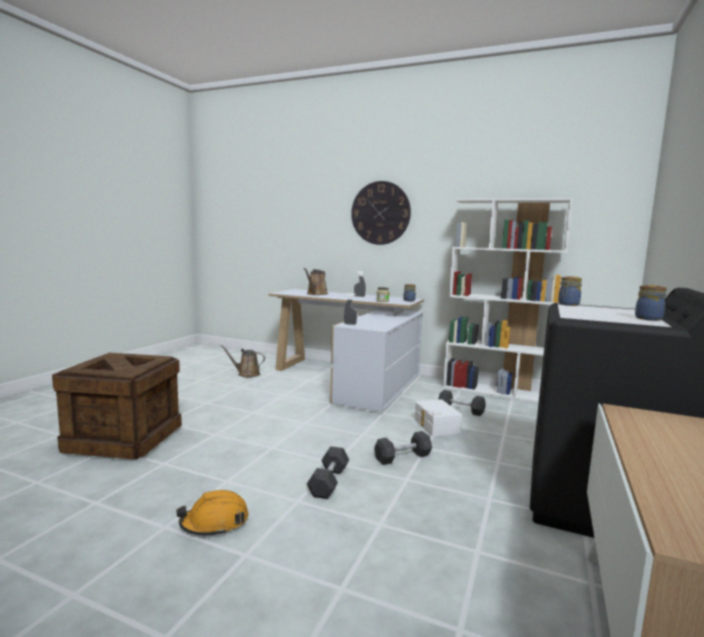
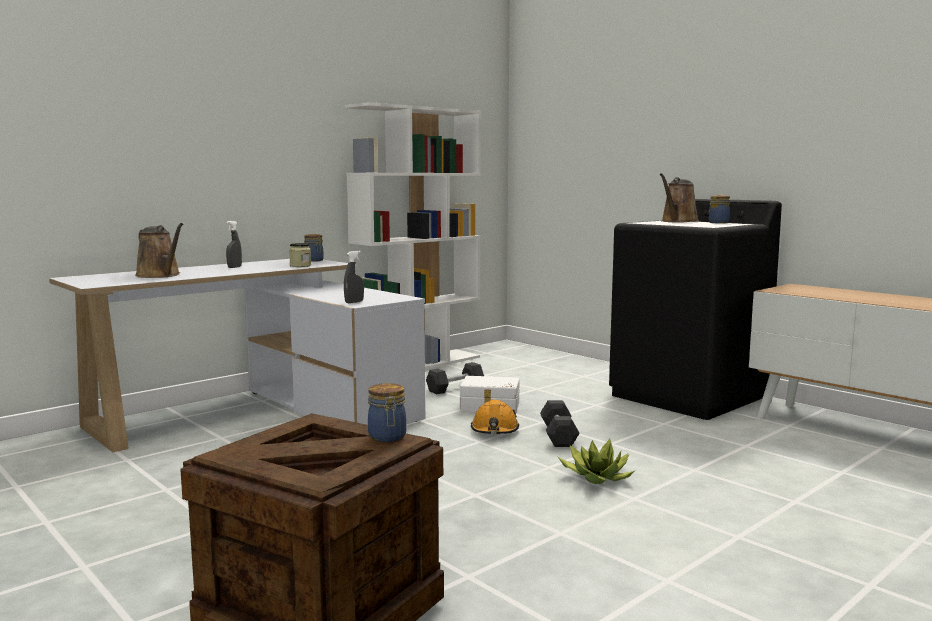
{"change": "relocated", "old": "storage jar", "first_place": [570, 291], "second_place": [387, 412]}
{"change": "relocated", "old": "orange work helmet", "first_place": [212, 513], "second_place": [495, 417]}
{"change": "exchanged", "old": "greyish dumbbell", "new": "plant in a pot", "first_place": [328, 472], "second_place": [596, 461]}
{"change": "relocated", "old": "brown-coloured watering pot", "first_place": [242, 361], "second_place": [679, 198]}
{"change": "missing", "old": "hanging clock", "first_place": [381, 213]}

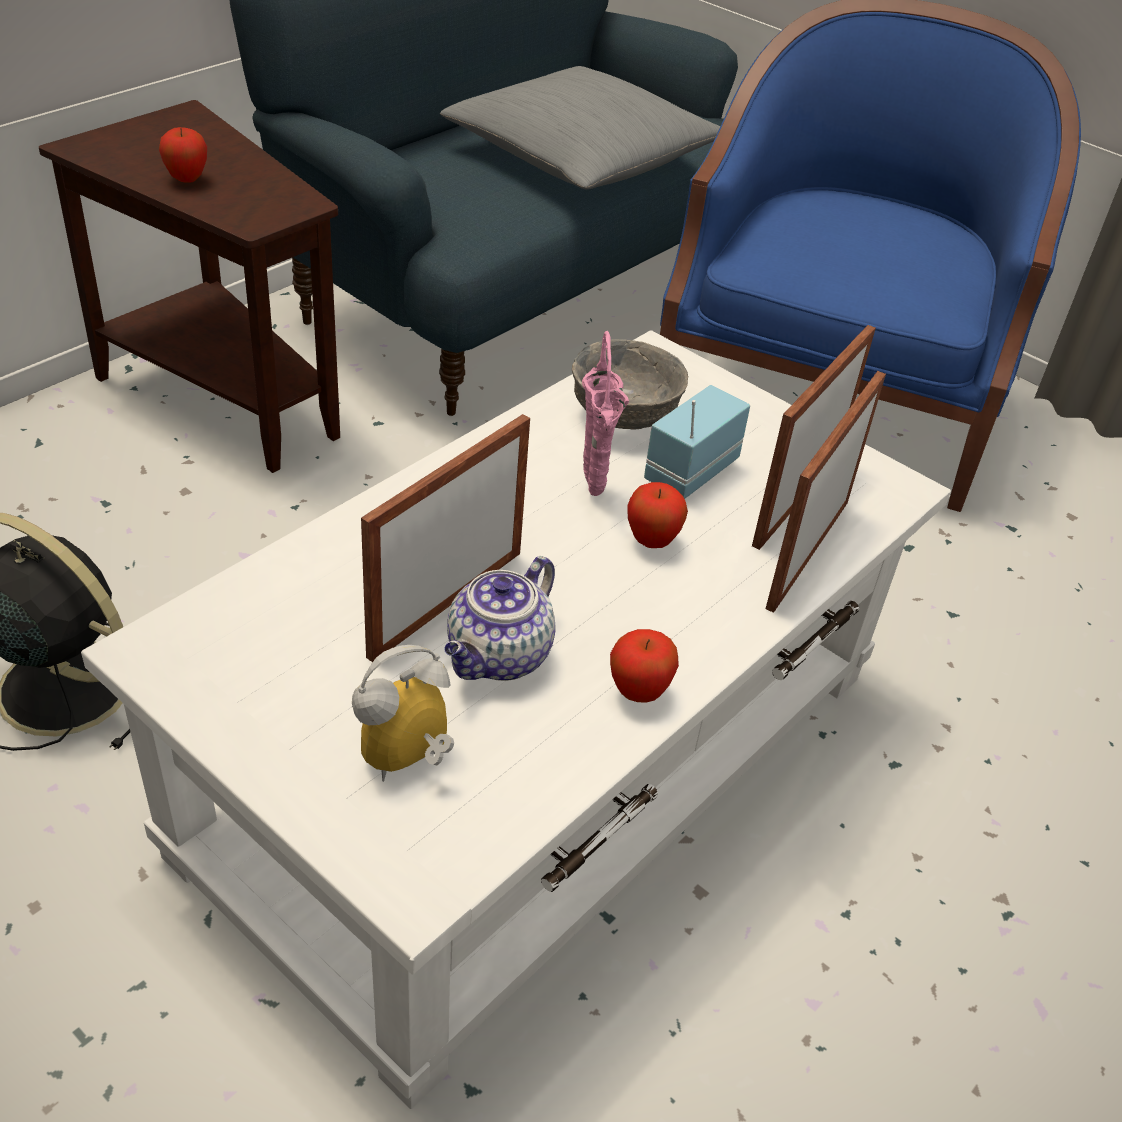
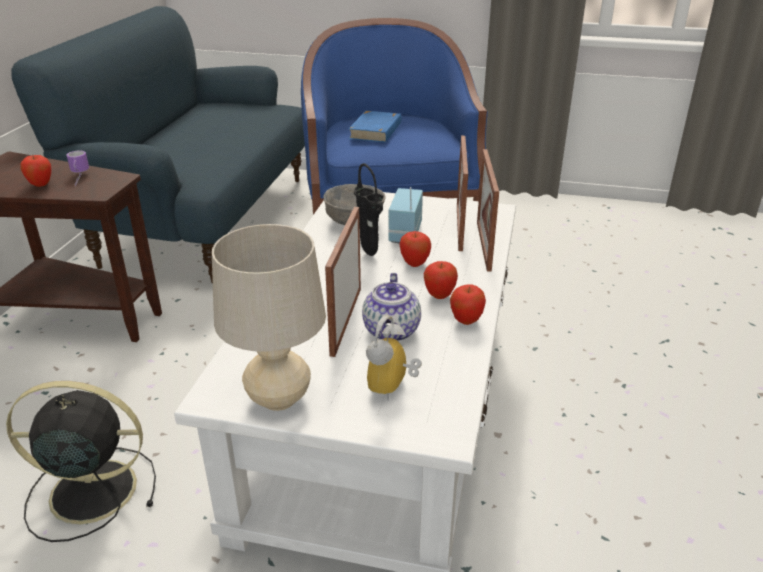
{"change": "appeared", "new": "coffee mug", "second_place": [78, 168]}
{"change": "appeared", "new": "beige lamp for a table", "second_place": [269, 317]}
{"change": "appeared", "new": "blue-coloured volume", "second_place": [374, 127]}
{"change": "colour", "old": "pink-coloured vase", "new": "black-coloured vase", "first_place": [605, 413], "second_place": [369, 209]}
{"change": "appeared", "new": "whole apple", "second_place": [441, 280]}
{"change": "missing", "old": "greyish cushion", "first_place": [580, 127]}

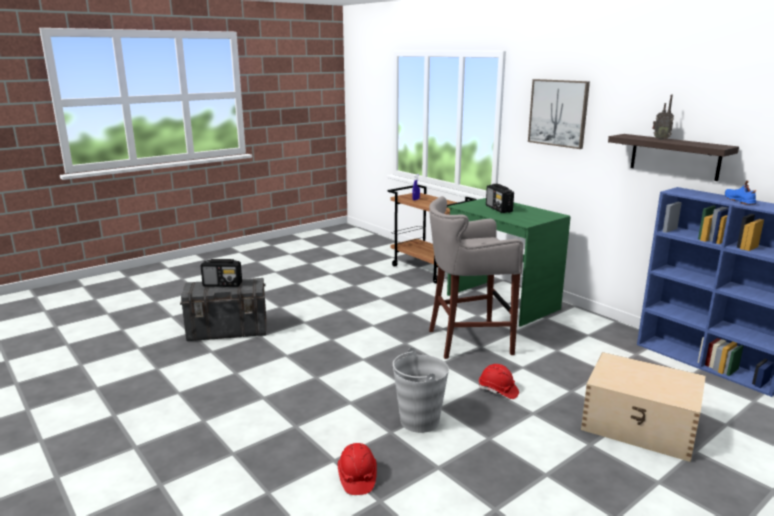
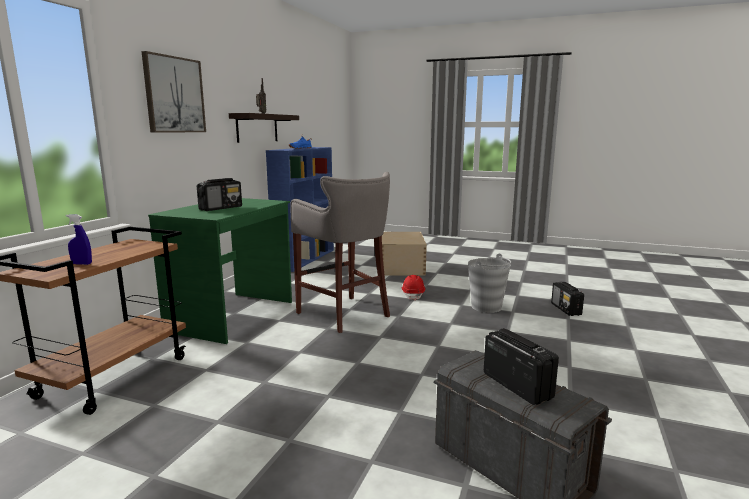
{"change": "exchanged", "old": "reddish work helmet", "new": "radio", "first_place": [357, 469], "second_place": [567, 299]}

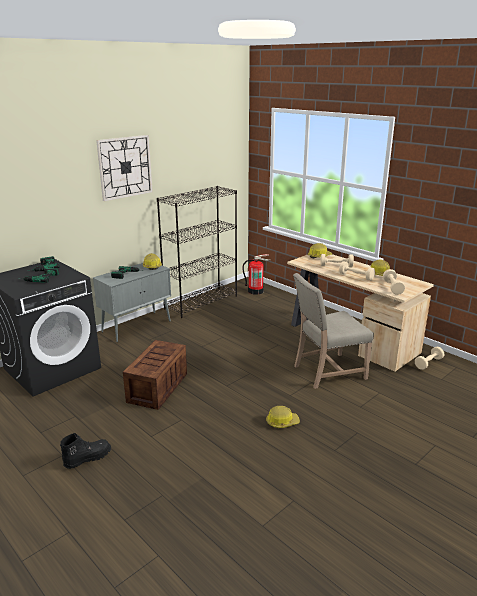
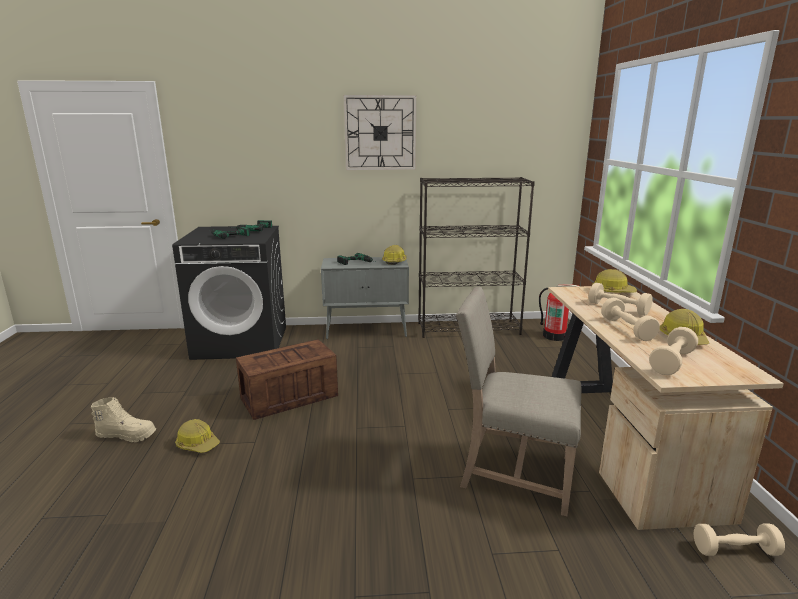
{"change": "colour", "old": "black-coloured tall boot", "new": "beige tall boot", "first_place": [85, 451], "second_place": [123, 419]}
{"change": "relocated", "old": "work helmet", "first_place": [283, 417], "second_place": [197, 436]}

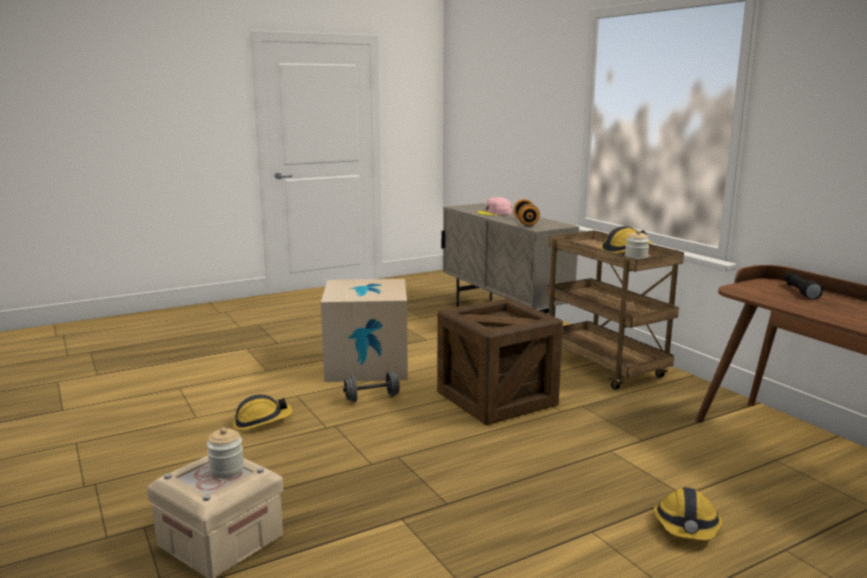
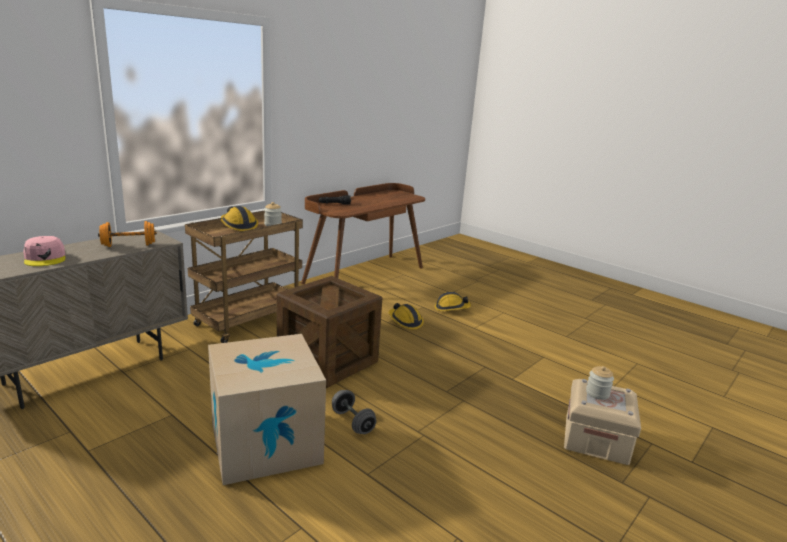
{"change": "relocated", "old": "work helmet", "first_place": [263, 412], "second_place": [406, 316]}

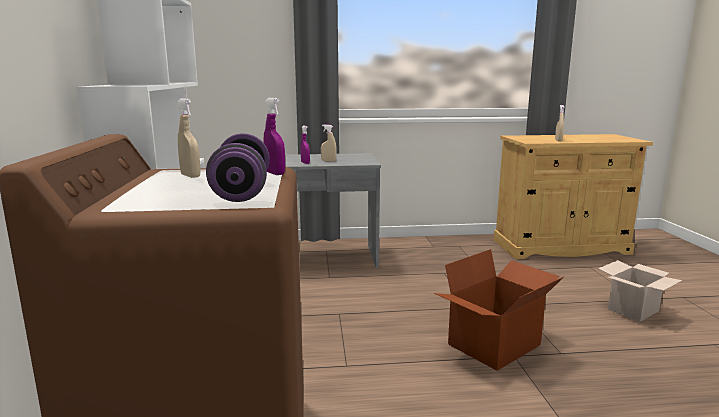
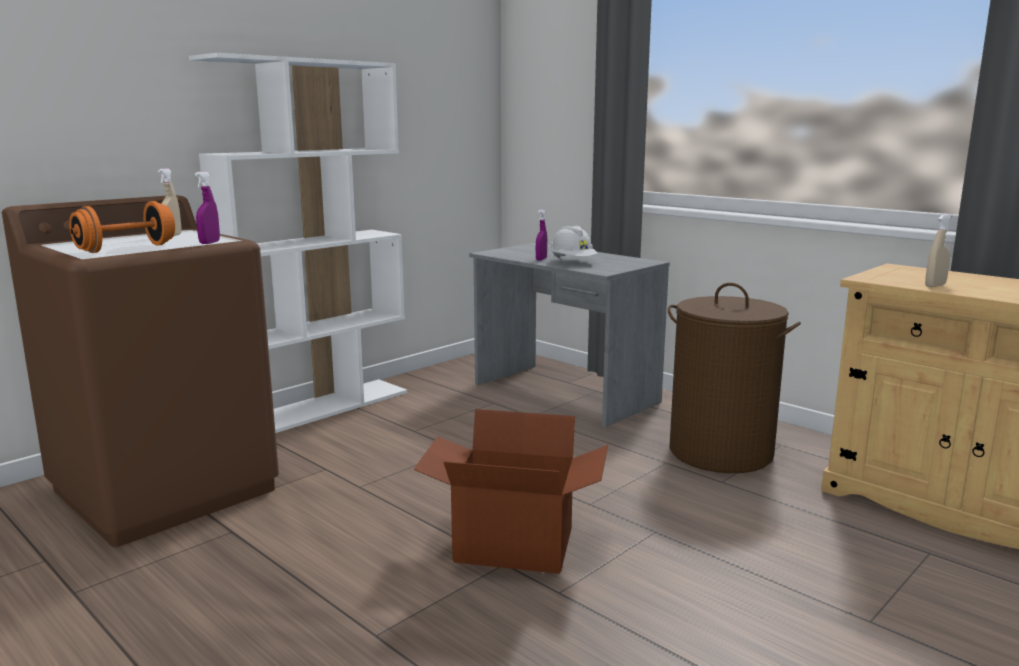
{"change": "colour", "old": "purplish dumbbell", "new": "orange dumbbell", "first_place": [238, 167], "second_place": [122, 227]}
{"change": "exchanged", "old": "beige hand sprayer", "new": "whitish work helmet", "first_place": [329, 143], "second_place": [573, 242]}
{"change": "appeared", "new": "brown-coloured hamper", "second_place": [734, 378]}
{"change": "missing", "old": "cardboard box", "first_place": [640, 291]}

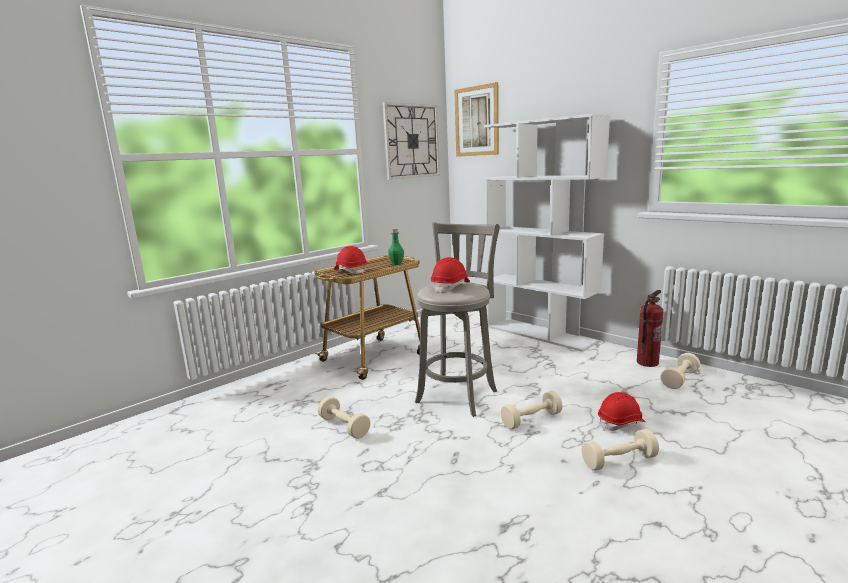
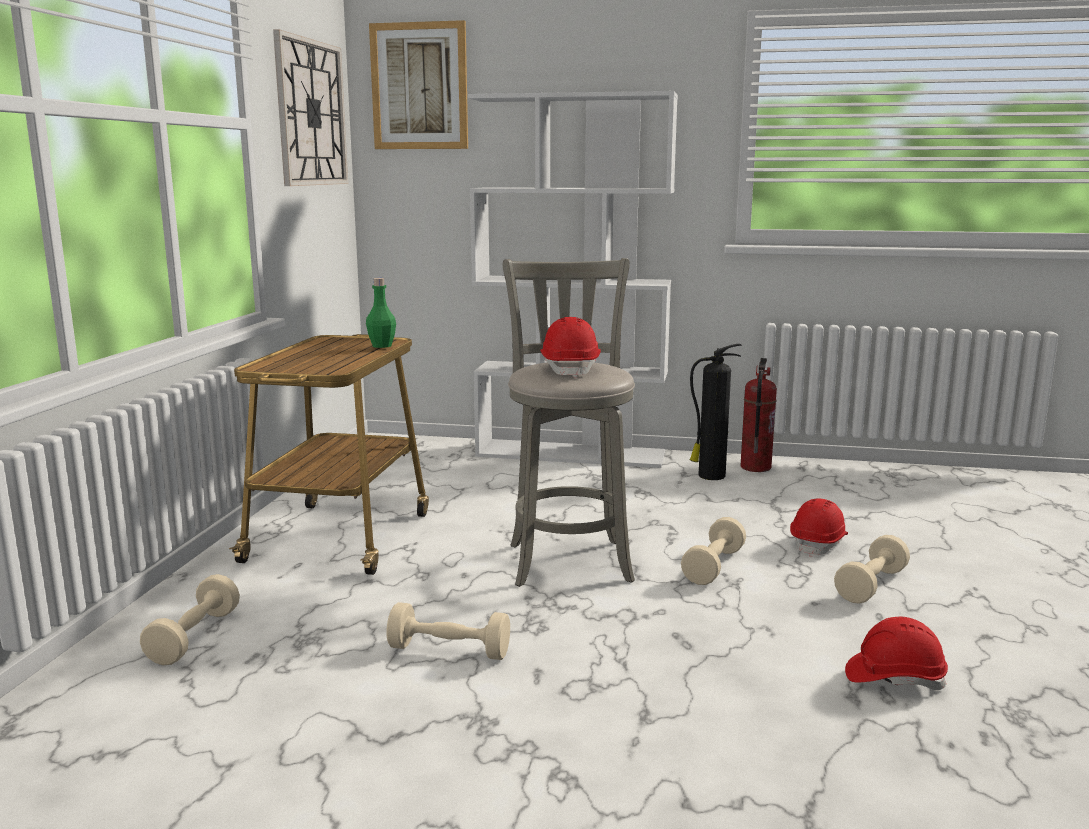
{"change": "relocated", "old": "beige dumbbell", "first_place": [680, 371], "second_place": [190, 619]}
{"change": "appeared", "new": "fire-fighting cylinder", "second_place": [716, 412]}
{"change": "relocated", "old": "reddish work helmet", "first_place": [350, 260], "second_place": [896, 653]}

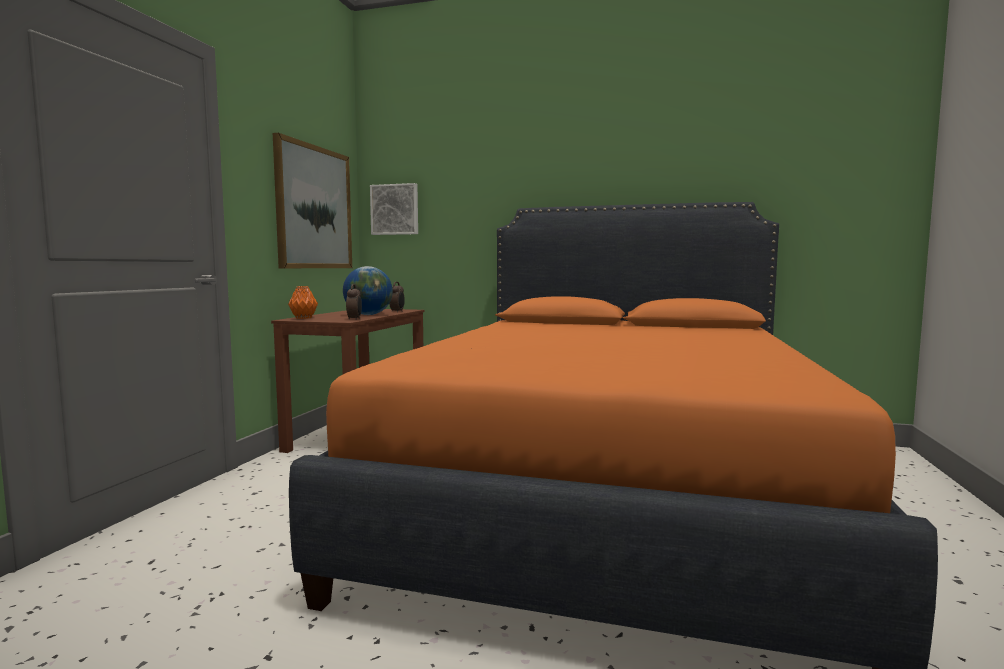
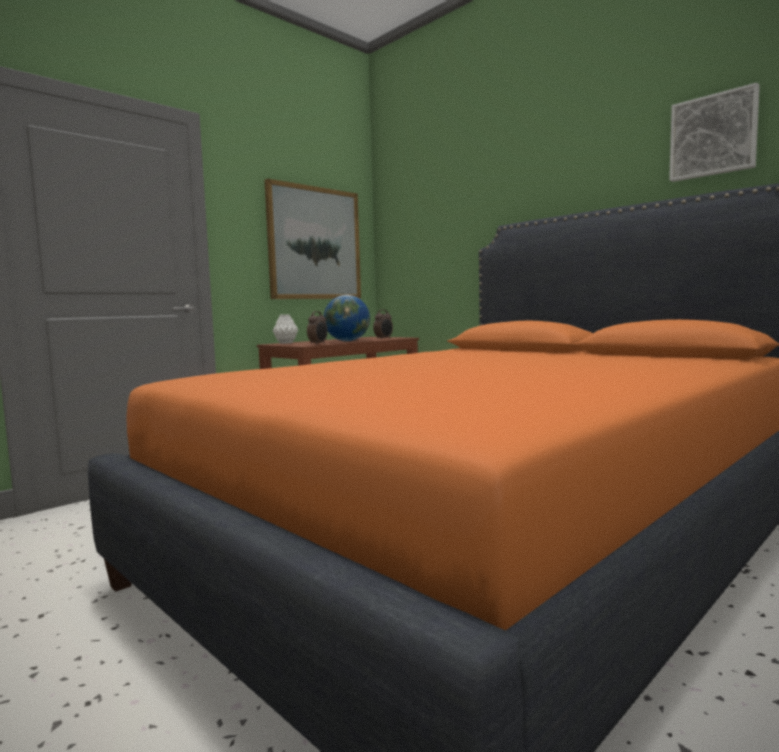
{"change": "colour", "old": "orange vase", "new": "whitish vase", "first_place": [303, 302], "second_place": [285, 329]}
{"change": "relocated", "old": "wall art", "first_place": [394, 209], "second_place": [714, 132]}

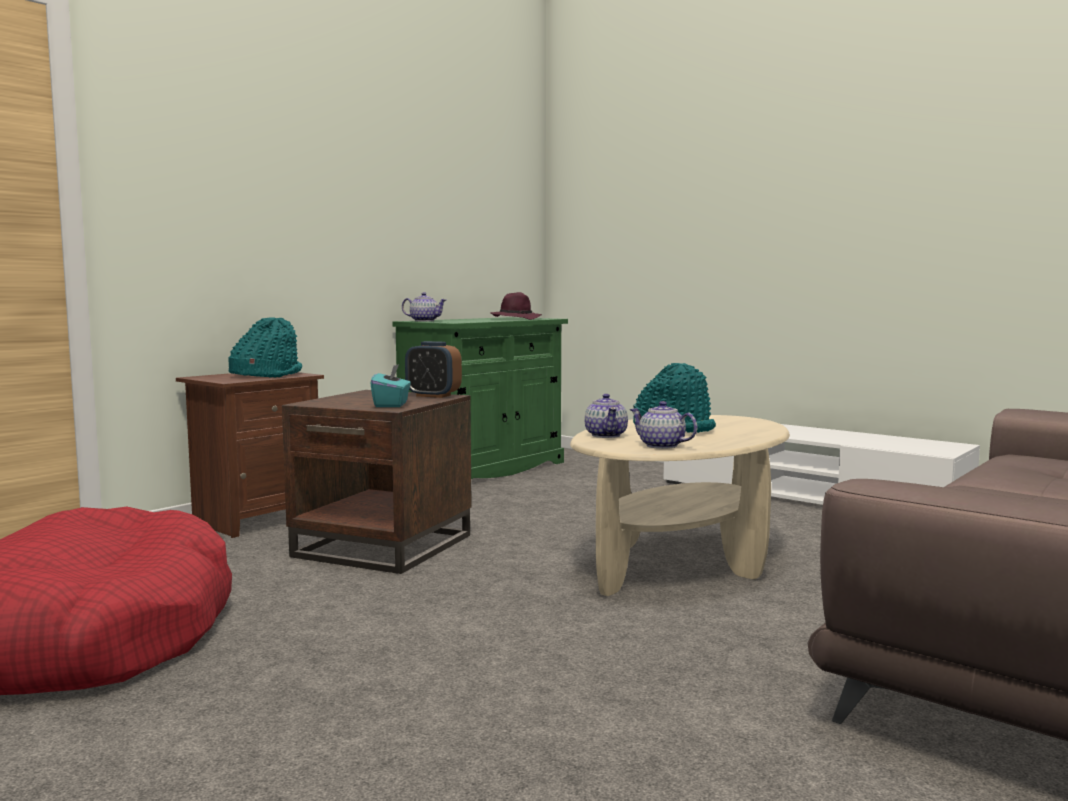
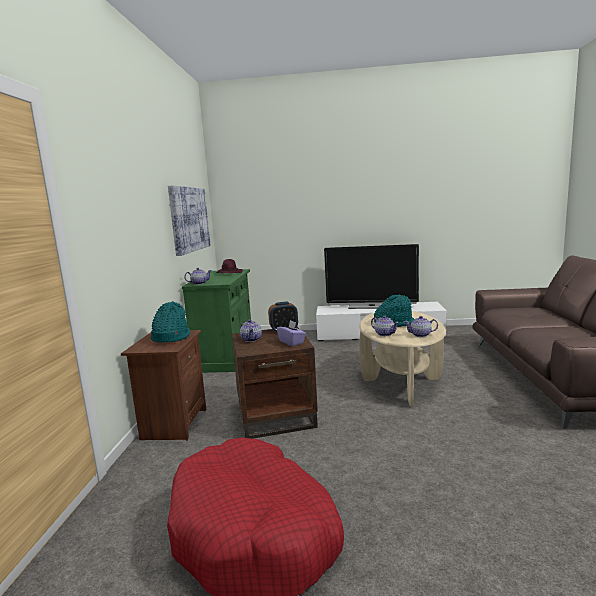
{"change": "appeared", "new": "wall art", "second_place": [189, 220]}
{"change": "appeared", "new": "teapot", "second_place": [251, 330]}
{"change": "colour", "old": "blue-green tissue box", "new": "purplish tissue box", "first_place": [390, 385], "second_place": [291, 333]}
{"change": "appeared", "new": "TV set", "second_place": [371, 276]}

